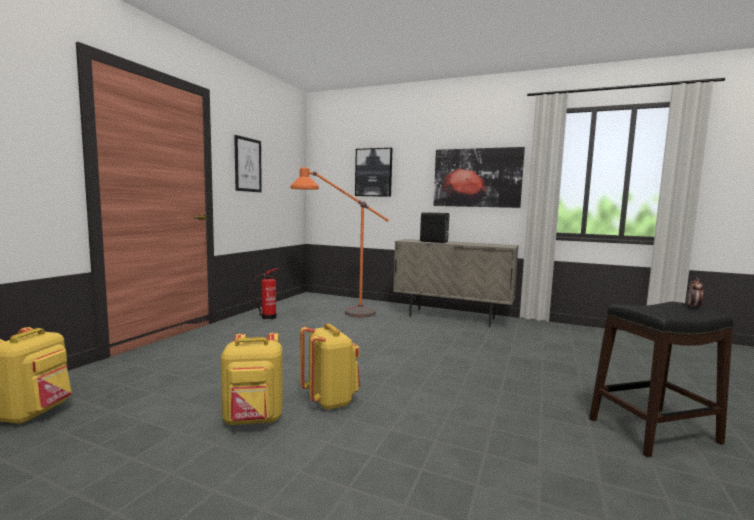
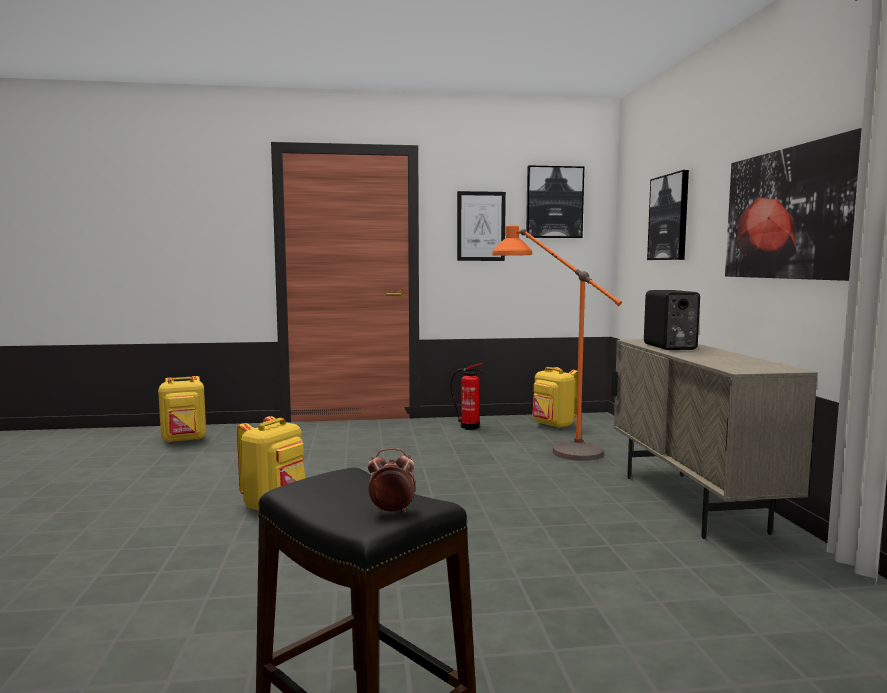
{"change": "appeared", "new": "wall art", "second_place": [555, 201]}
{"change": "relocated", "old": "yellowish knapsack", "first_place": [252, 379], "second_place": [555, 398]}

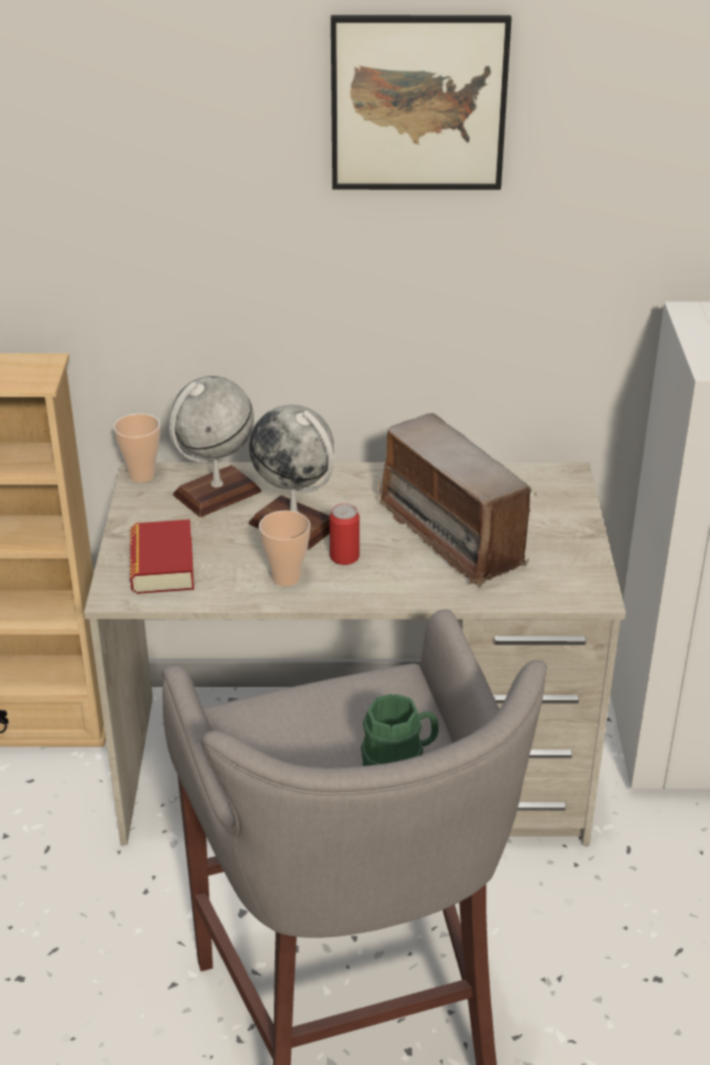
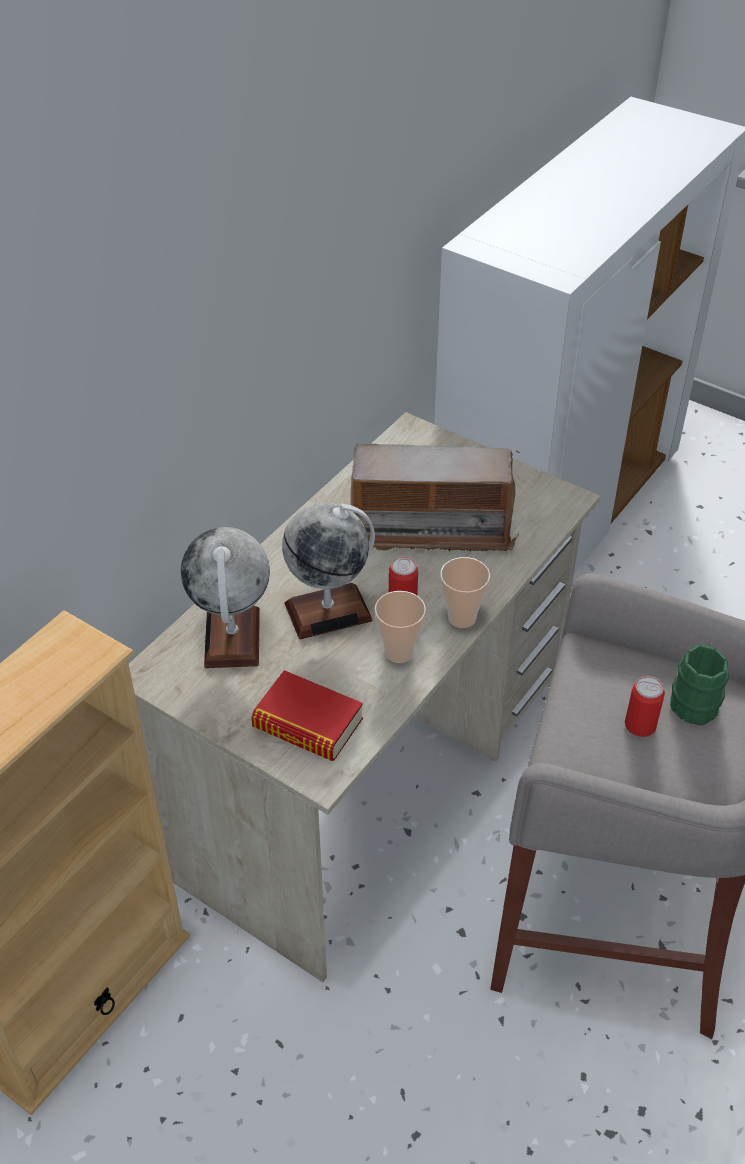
{"change": "relocated", "old": "cup", "first_place": [136, 448], "second_place": [465, 592]}
{"change": "appeared", "new": "metal can", "second_place": [645, 706]}
{"change": "missing", "old": "wall art", "first_place": [421, 102]}

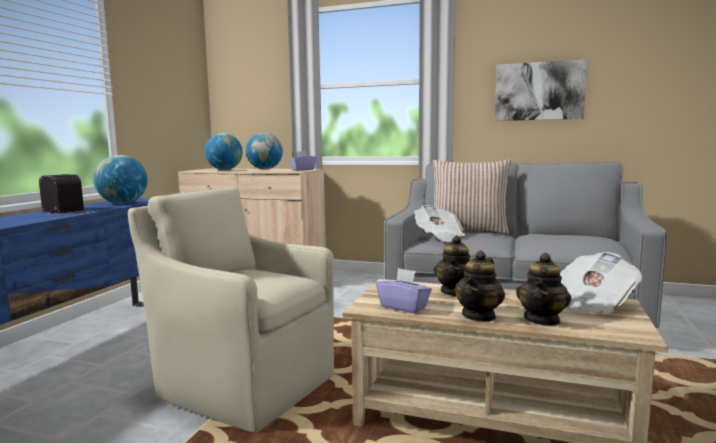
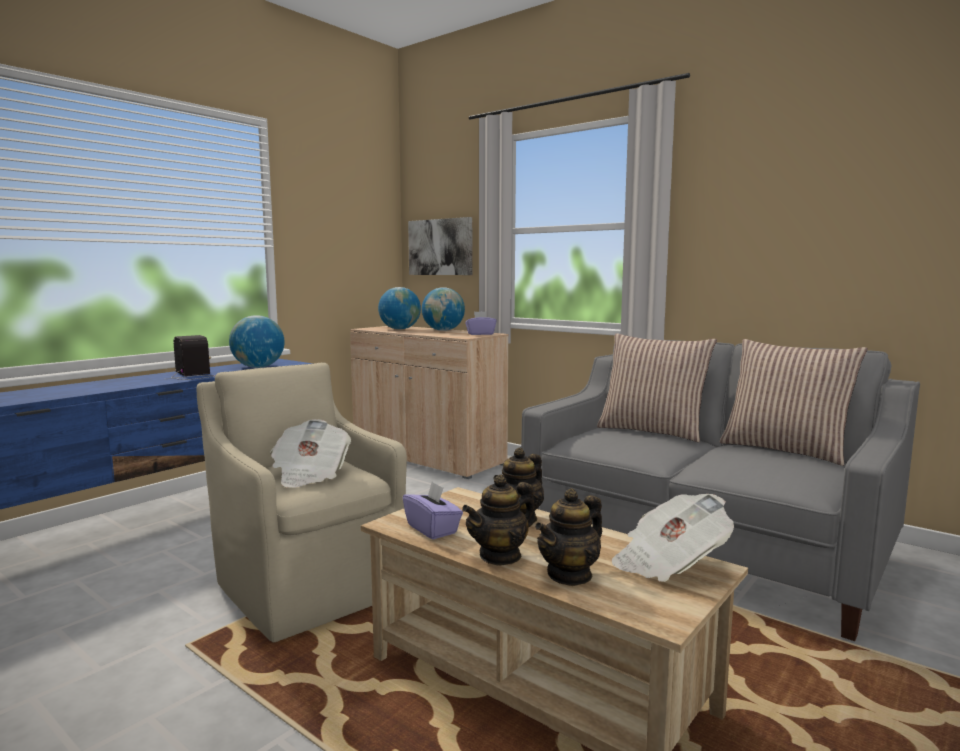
{"change": "relocated", "old": "printed paper", "first_place": [439, 223], "second_place": [310, 453]}
{"change": "relocated", "old": "wall art", "first_place": [541, 90], "second_place": [440, 246]}
{"change": "appeared", "new": "cushion", "second_place": [794, 402]}

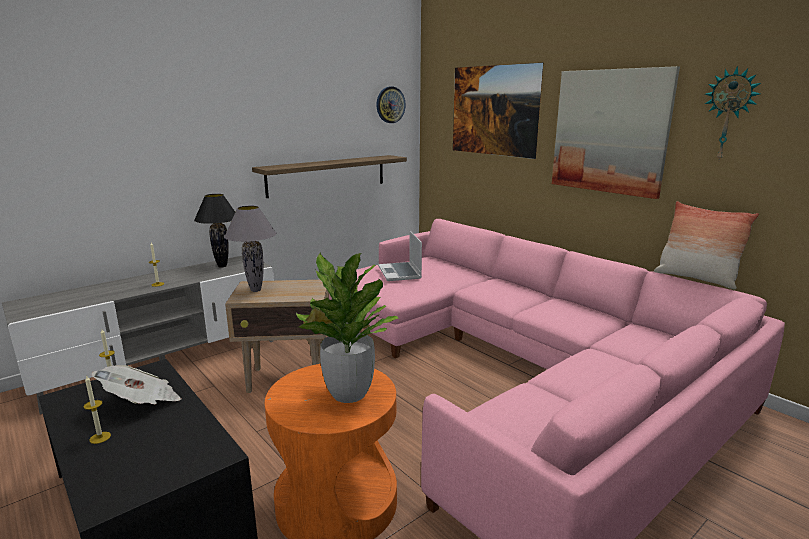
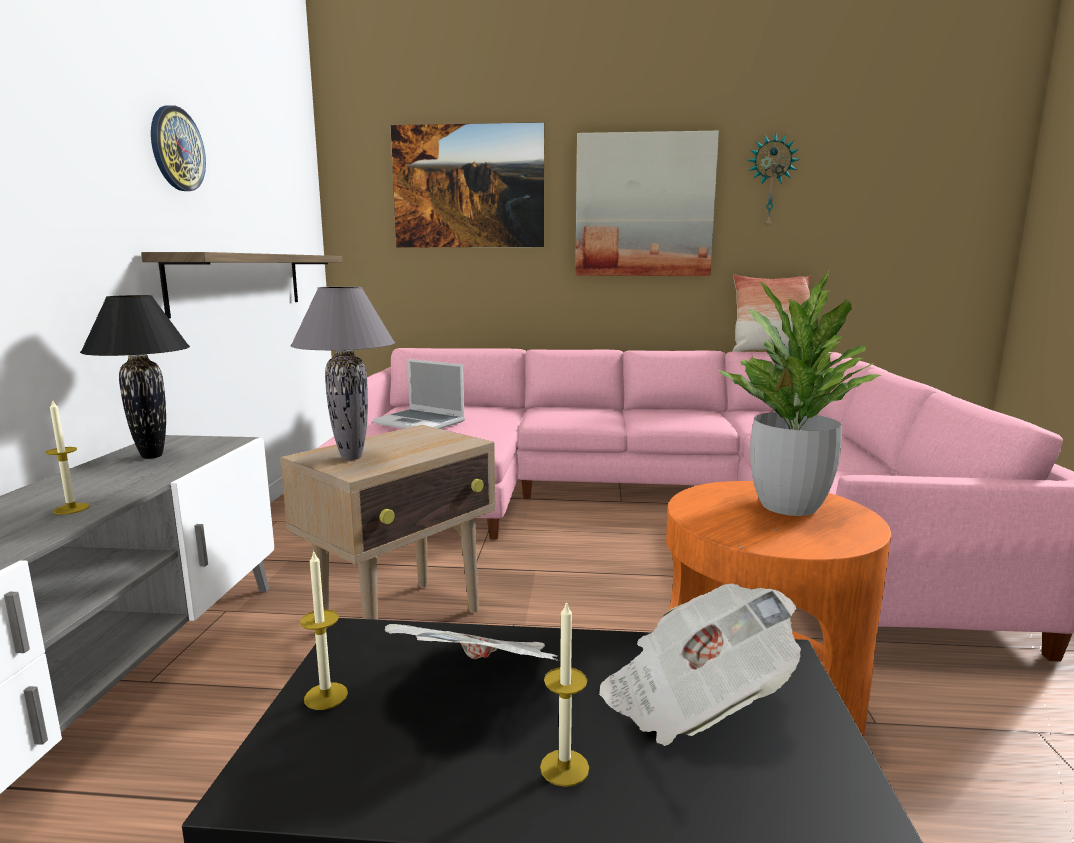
{"change": "relocated", "old": "hanging clock", "first_place": [391, 105], "second_place": [178, 148]}
{"change": "appeared", "new": "printed paper", "second_place": [700, 664]}

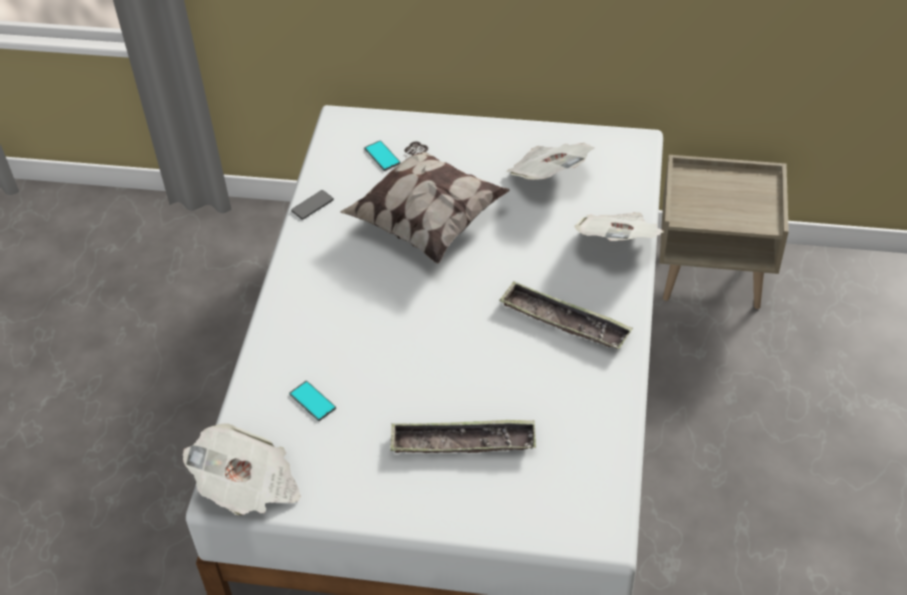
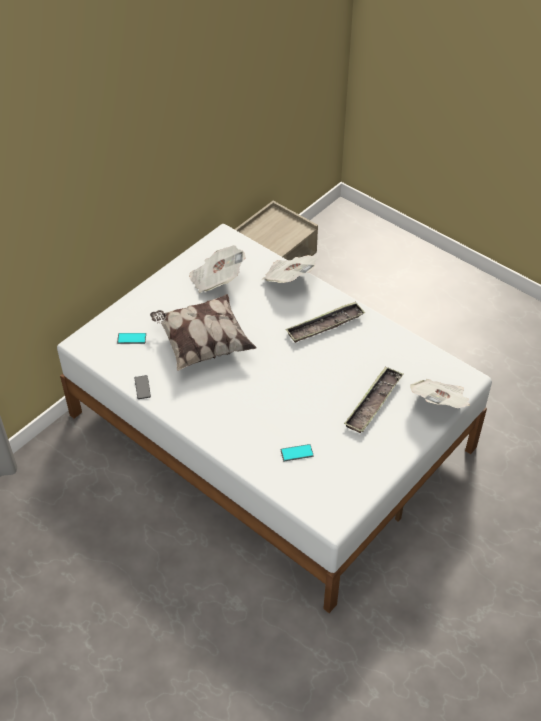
{"change": "relocated", "old": "printed paper", "first_place": [242, 469], "second_place": [440, 393]}

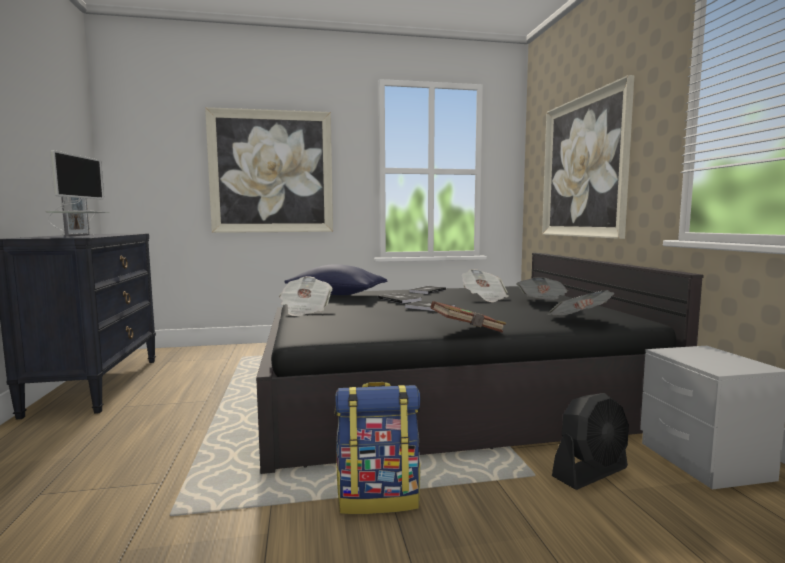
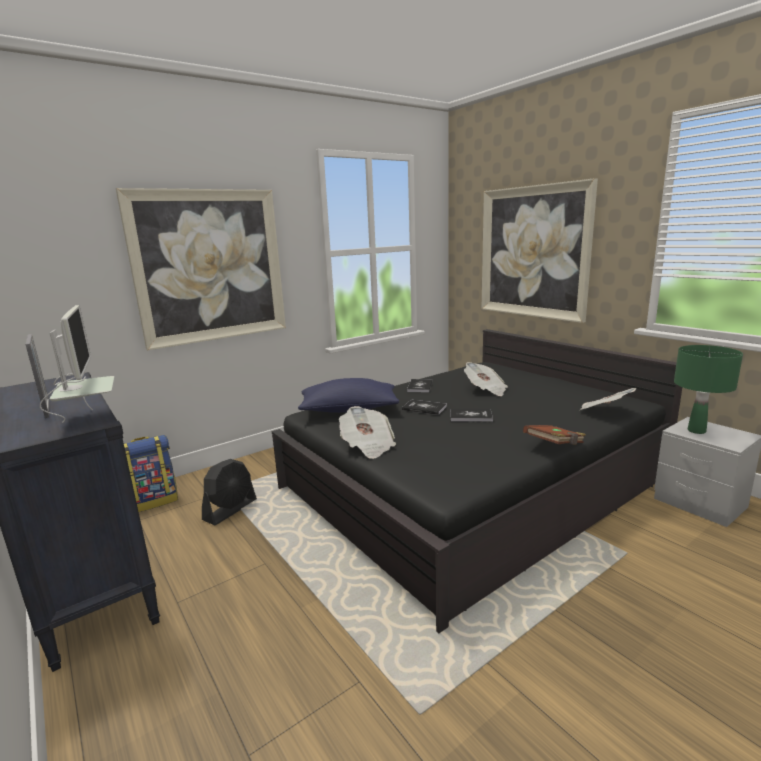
{"change": "relocated", "old": "knapsack", "first_place": [377, 448], "second_place": [151, 473]}
{"change": "relocated", "old": "black-coloured electric fan", "first_place": [590, 441], "second_place": [229, 492]}
{"change": "appeared", "new": "greenish lamp for a table", "second_place": [708, 389]}
{"change": "missing", "old": "printed paper", "first_place": [542, 288]}

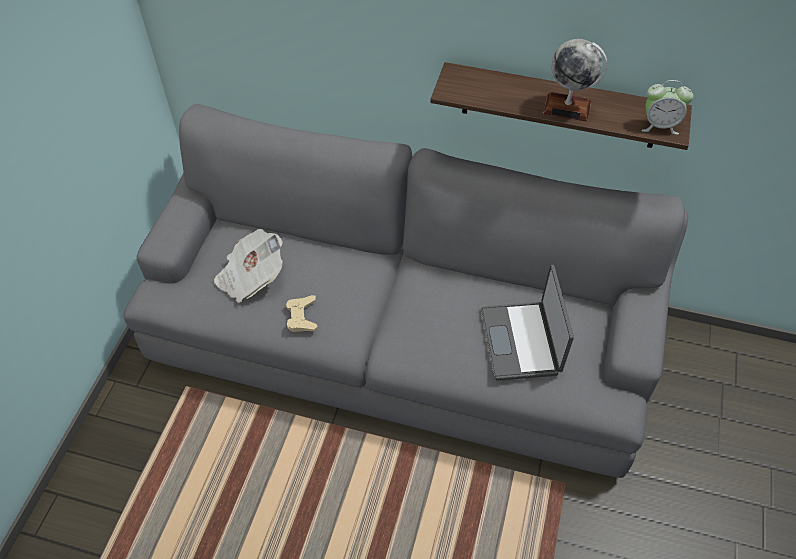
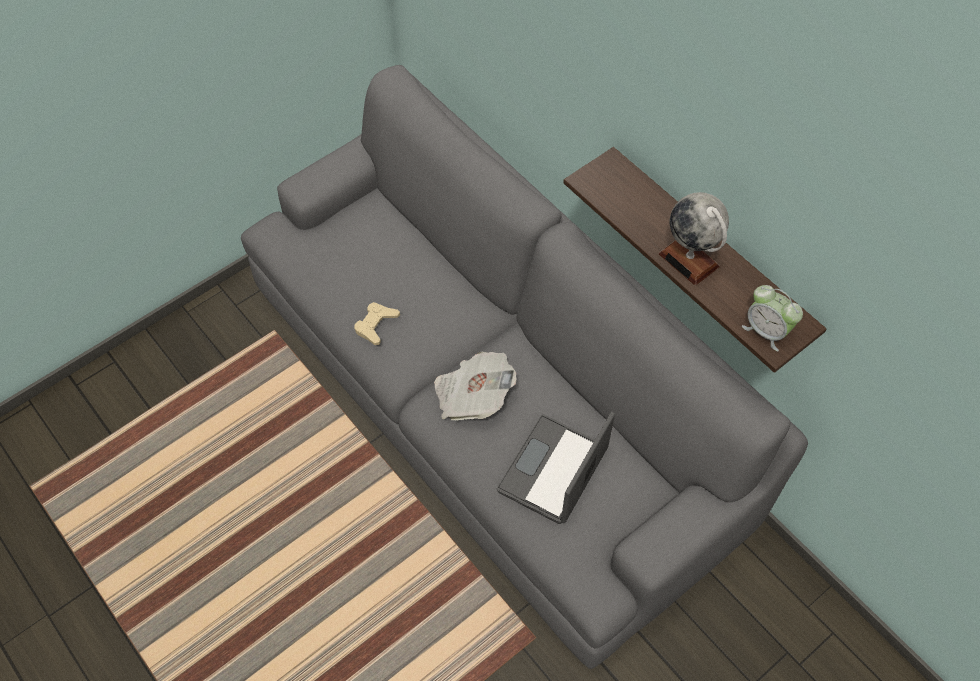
{"change": "relocated", "old": "printed paper", "first_place": [248, 266], "second_place": [475, 386]}

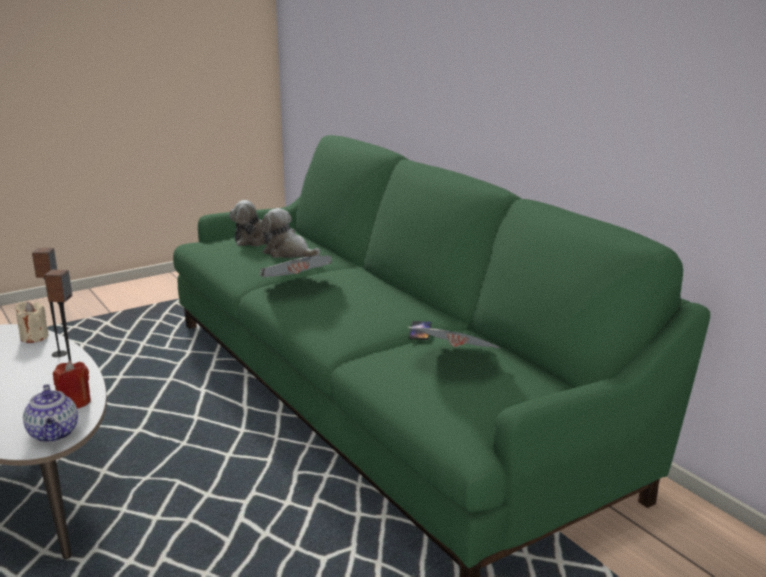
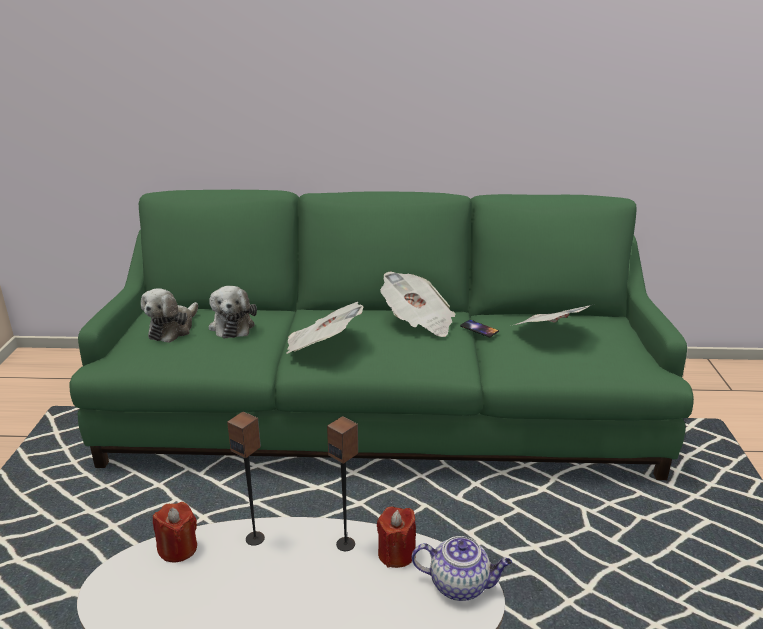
{"change": "colour", "old": "beige wax light", "new": "reddish wax light", "first_place": [32, 322], "second_place": [175, 532]}
{"change": "spun", "old": "soft toy", "first_place": [290, 233], "second_place": [233, 312], "degrees": -75}
{"change": "appeared", "new": "printed paper", "second_place": [417, 304]}

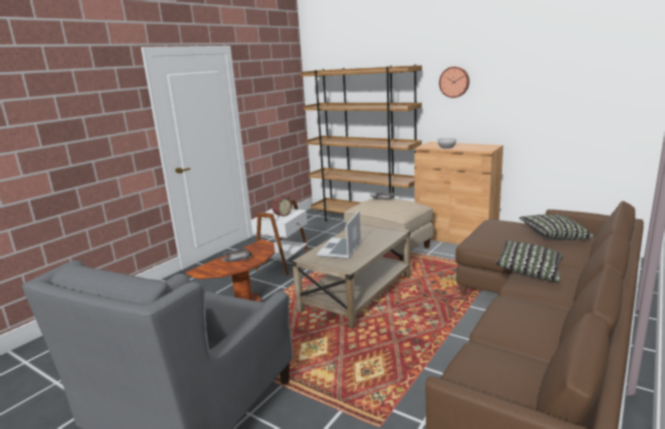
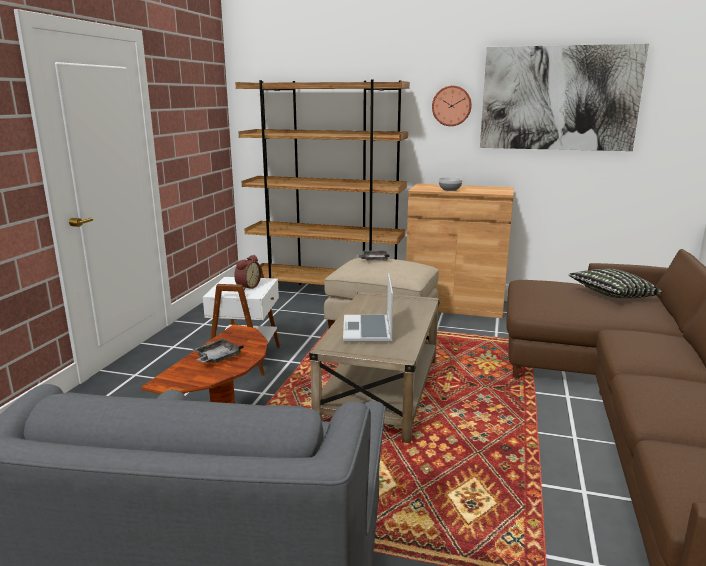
{"change": "appeared", "new": "wall art", "second_place": [564, 97]}
{"change": "missing", "old": "cushion", "first_place": [529, 261]}

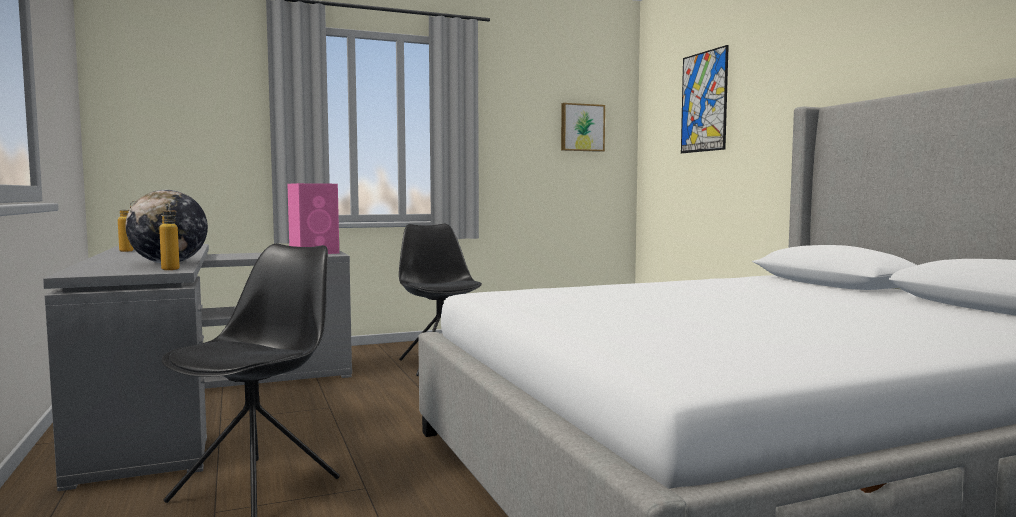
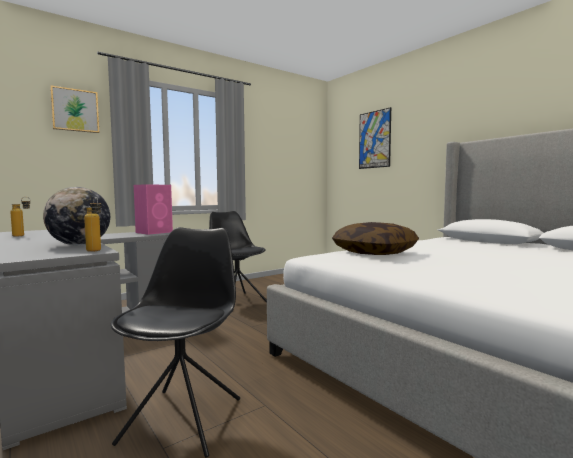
{"change": "relocated", "old": "wall art", "first_place": [583, 127], "second_place": [74, 109]}
{"change": "appeared", "new": "cushion", "second_place": [375, 238]}

